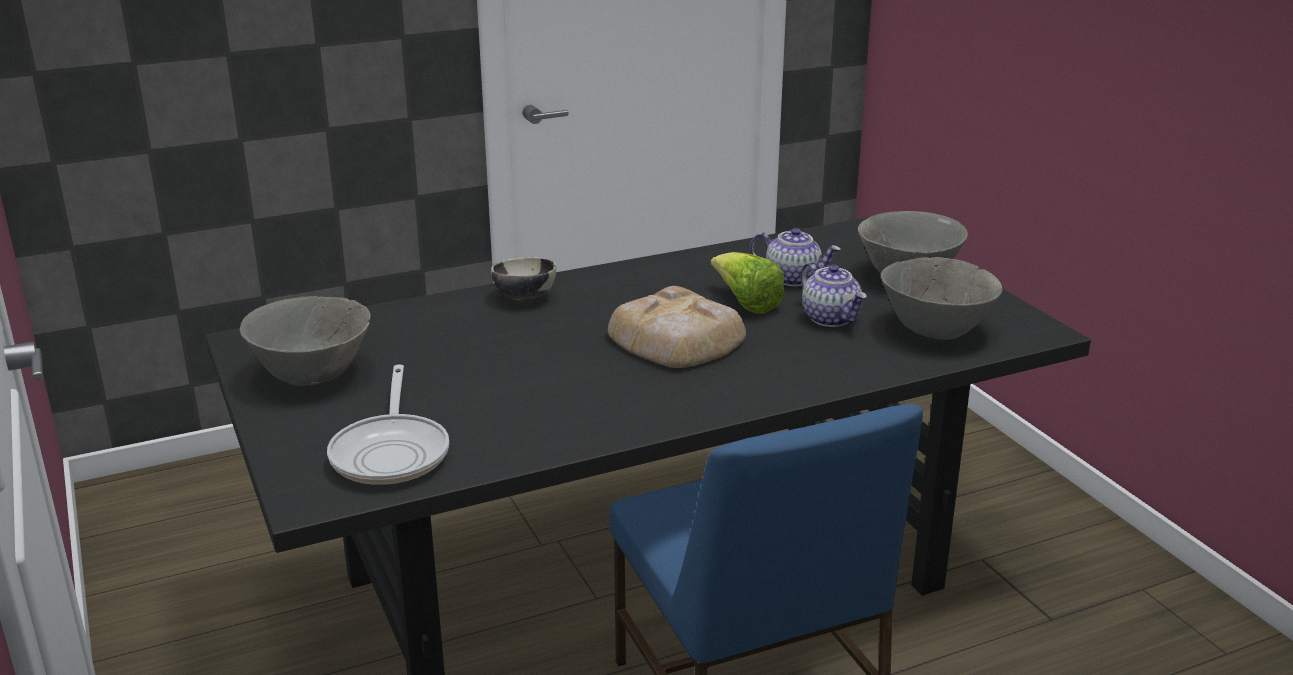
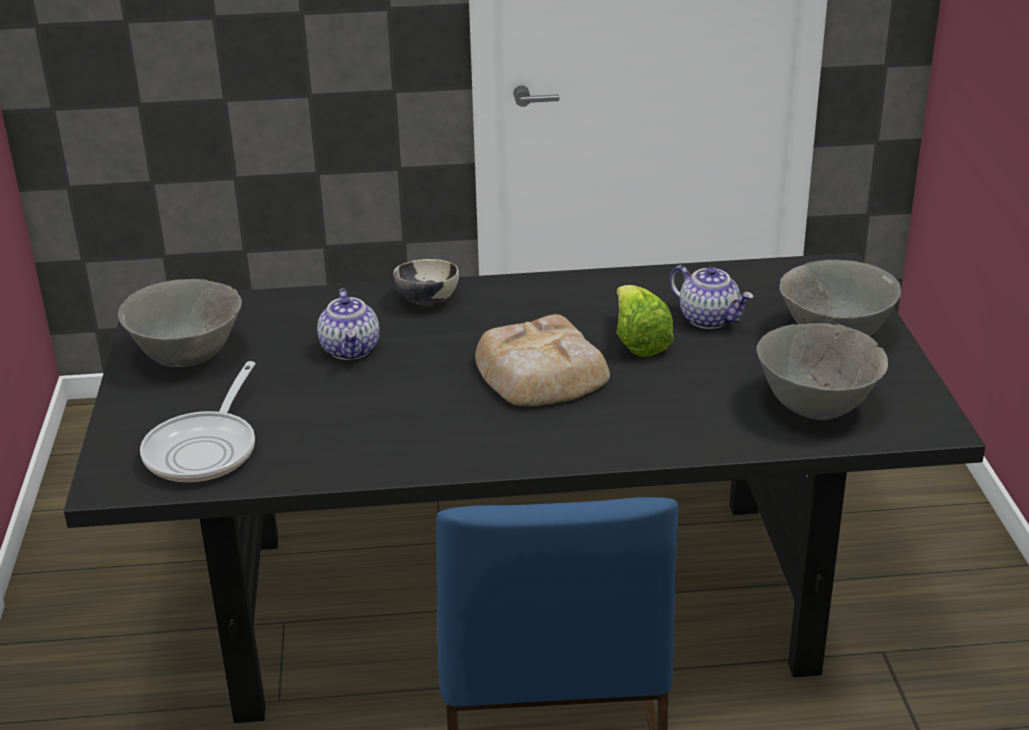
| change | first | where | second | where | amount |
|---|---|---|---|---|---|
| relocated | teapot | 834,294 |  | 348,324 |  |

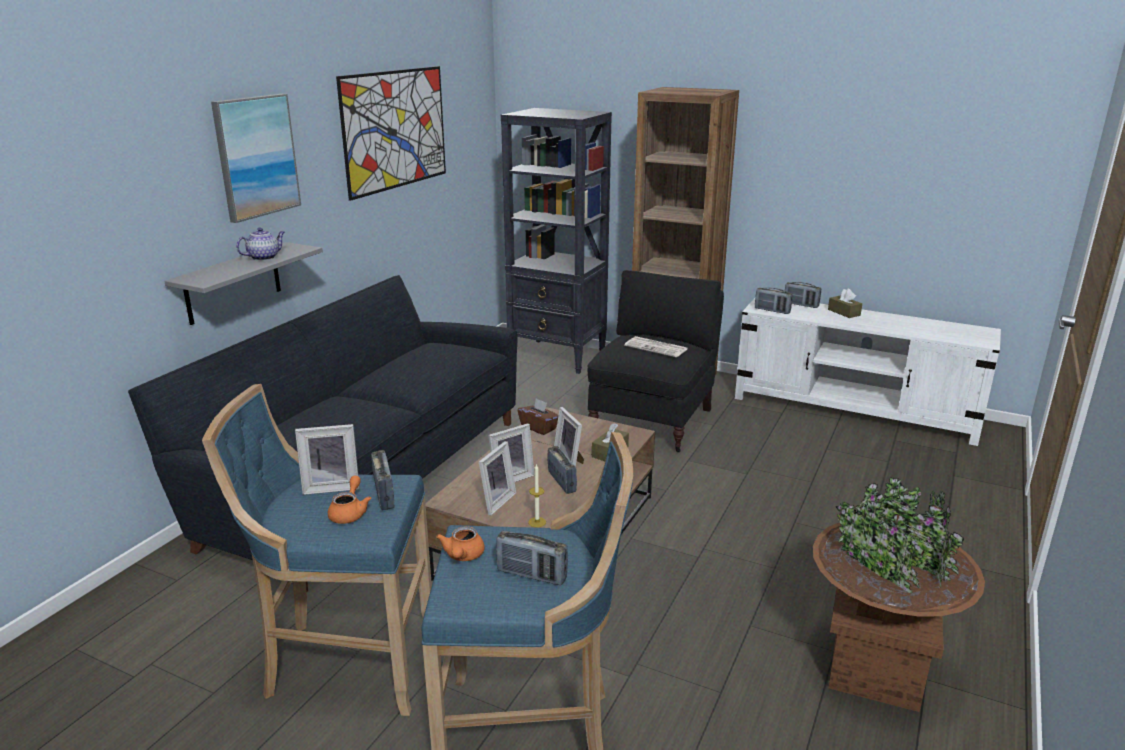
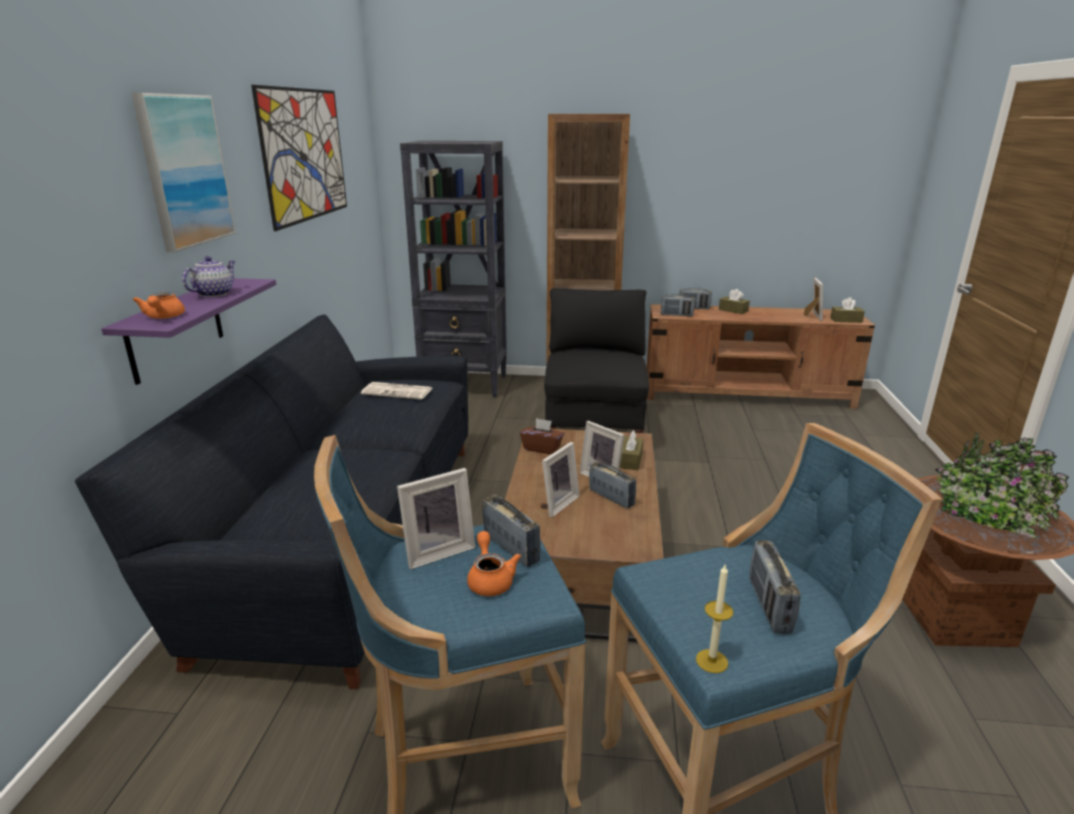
| change | first | where | second | where | amount |
|---|---|---|---|---|---|
| colour | grey shelf | 243,283 | purple shelf | 188,331 |  |
| relocated | orange teapot | 460,543 |  | 158,305 |  |
| relocated | newspaper | 655,346 |  | 397,391 |  |
| colour | white tv stand | 868,372 | brown tv stand | 760,356 |  |
| relocated | candle | 537,495 |  | 714,619 |  |
| spun | radio | 532,558 |  | 775,587 | 90 degrees clockwise |
| relocated | picture frame | 497,478 |  | 813,299 |  |
| appeared |  |  | brown tissue box | 847,310 |  |

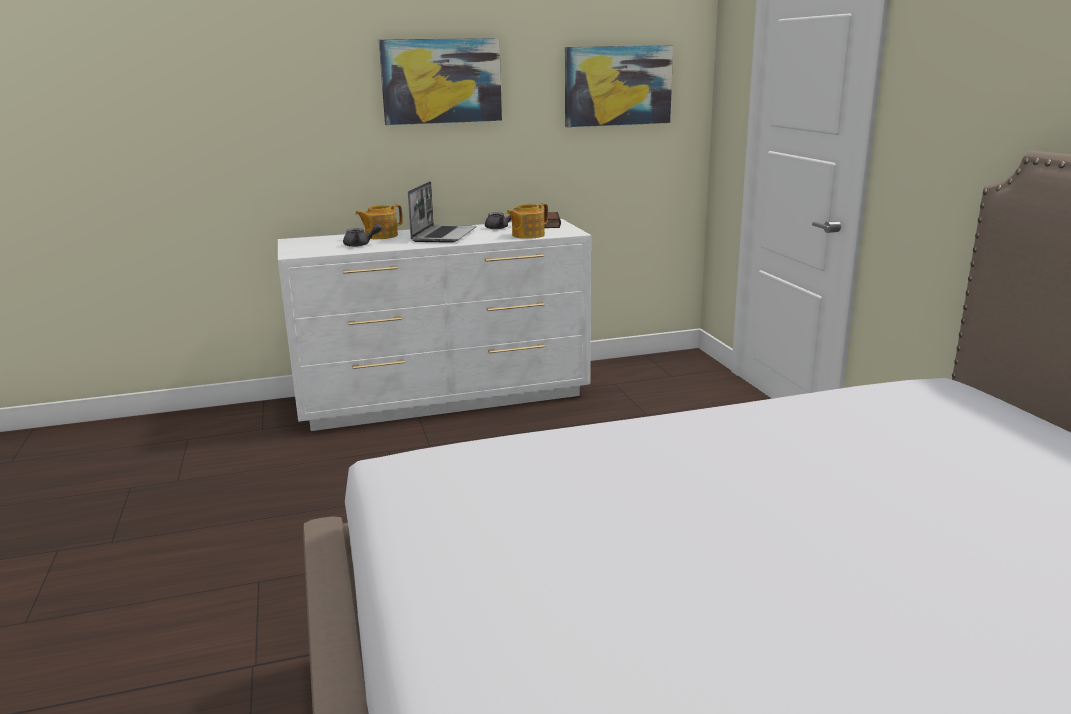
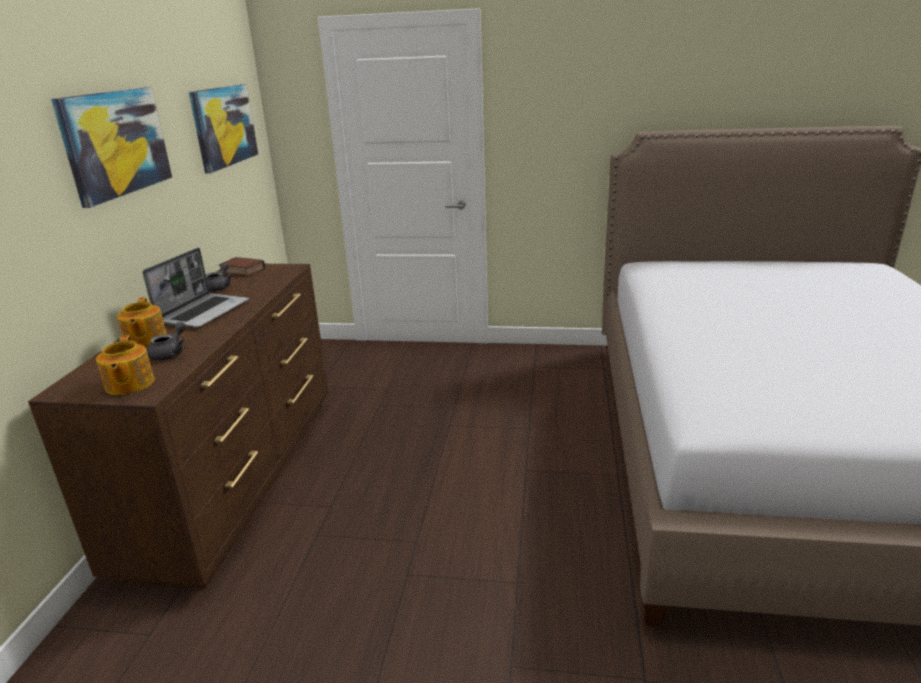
| change | first | where | second | where | amount |
|---|---|---|---|---|---|
| colour | white dresser | 434,325 | brown dresser | 178,426 |  |
| relocated | teapot | 527,221 |  | 125,365 |  |
| spun | laptop | 442,212 |  | 196,288 | 75 degrees clockwise |

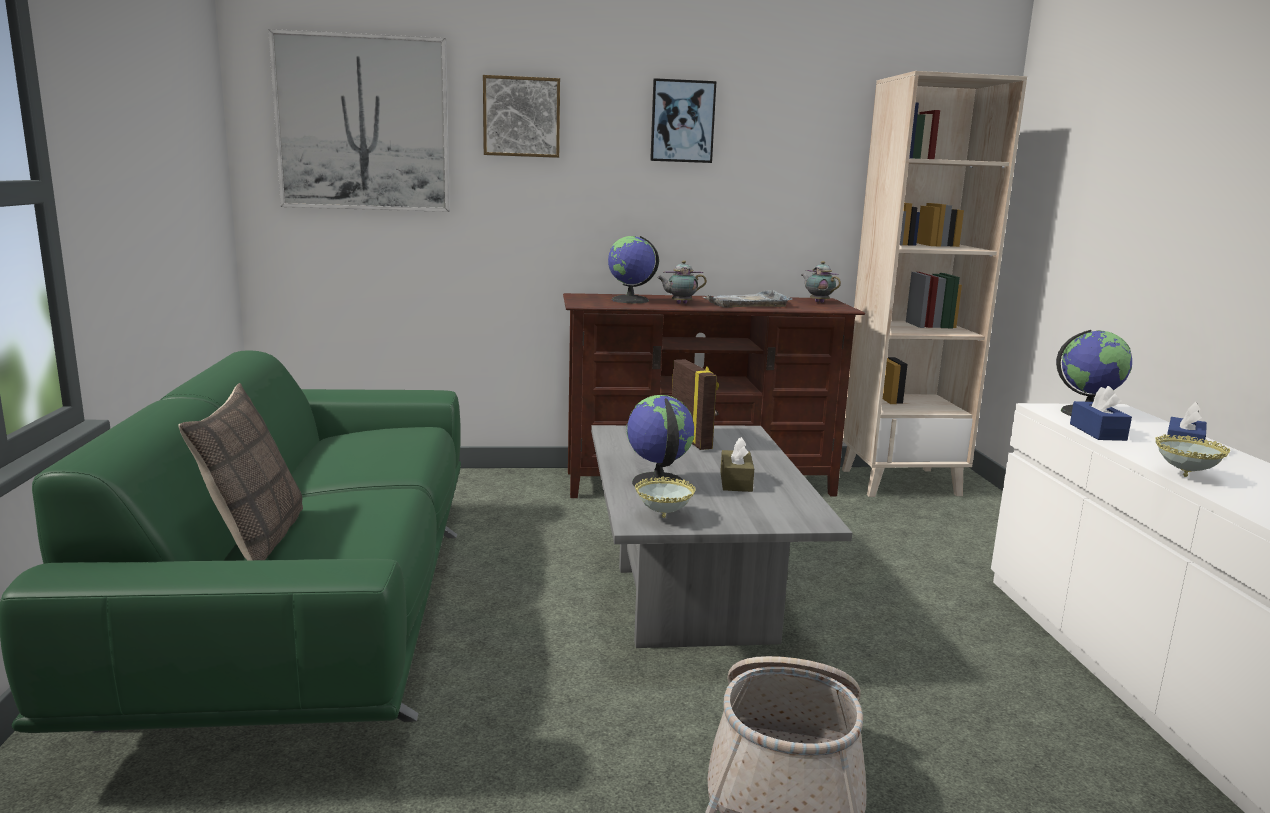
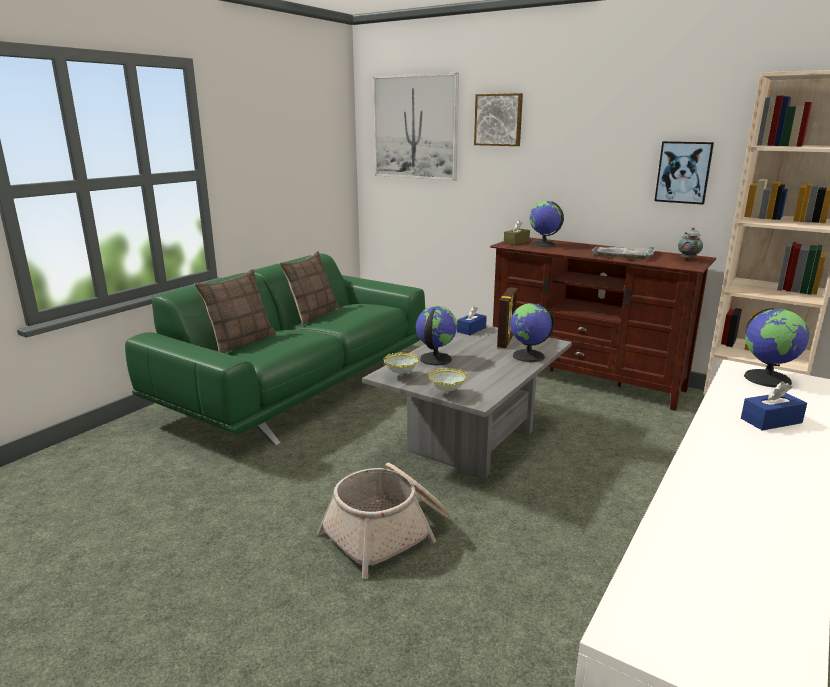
| change | first | where | second | where | amount |
|---|---|---|---|---|---|
| appeared |  |  | pillow | 309,288 |  |
| relocated | bowl | 1192,455 |  | 448,381 |  |
| relocated | blue tissue box | 1101,413 |  | 472,320 |  |
| relocated | brown tissue box | 737,464 |  | 517,232 |  |
| appeared |  |  | globe | 532,332 |  |
| relocated | picture | 683,120 |  | 684,173 |  |
| missing | teapot | 682,282 |  |  |  |

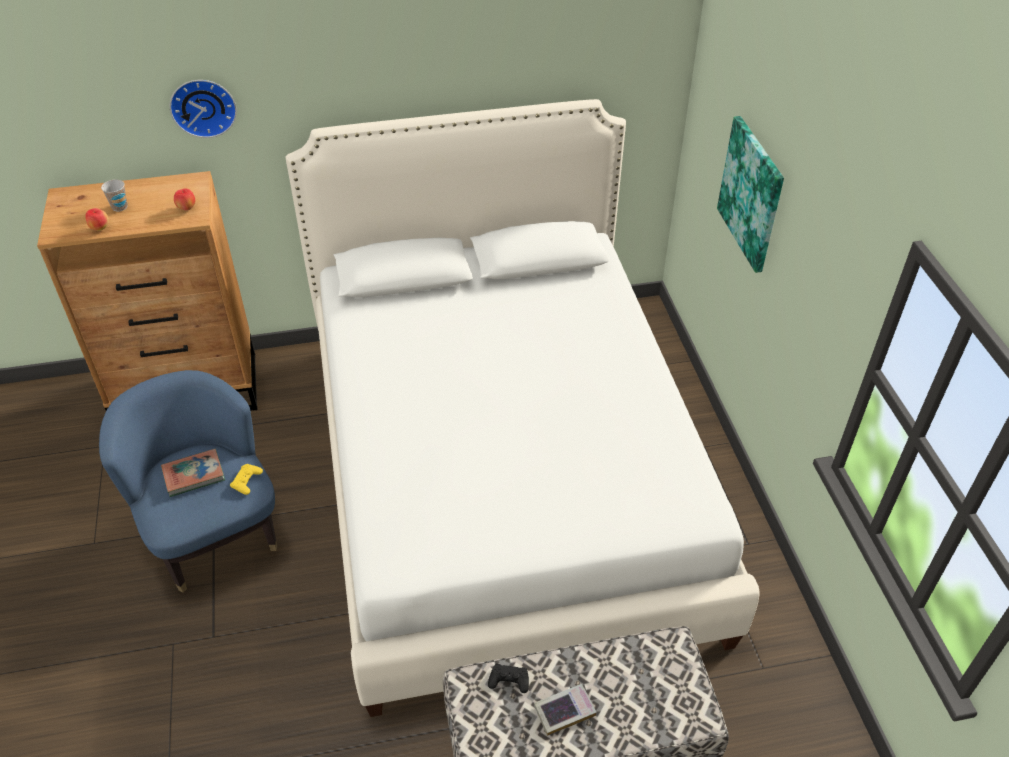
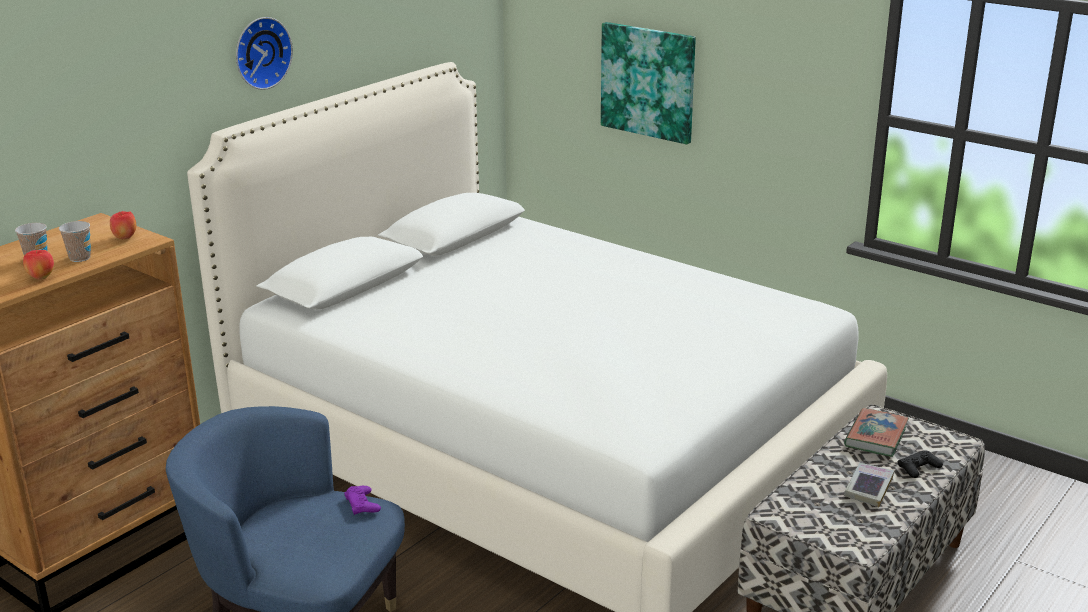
| change | first | where | second | where | amount |
|---|---|---|---|---|---|
| appeared |  |  | cup | 75,241 |  |
| relocated | wall clock | 203,109 |  | 264,53 |  |
| colour | yellow game controller | 246,479 | purple game controller | 362,500 |  |
| relocated | book | 193,472 |  | 876,432 |  |
| relocated | black game controller | 508,678 |  | 920,464 |  |

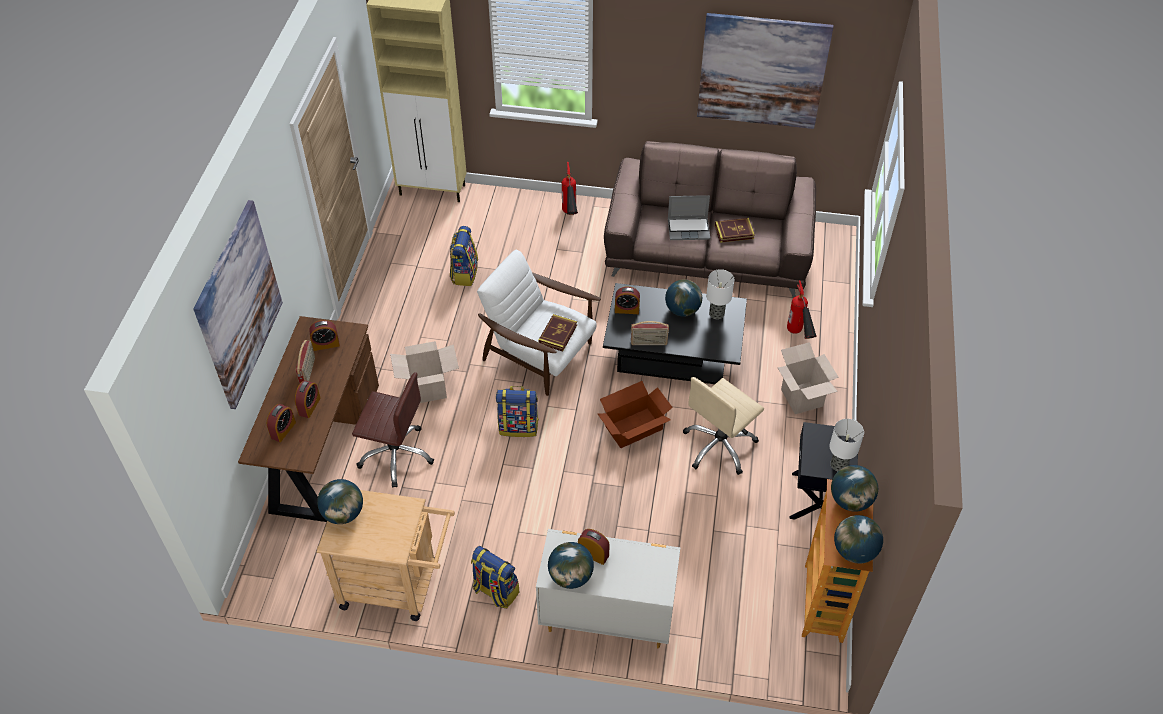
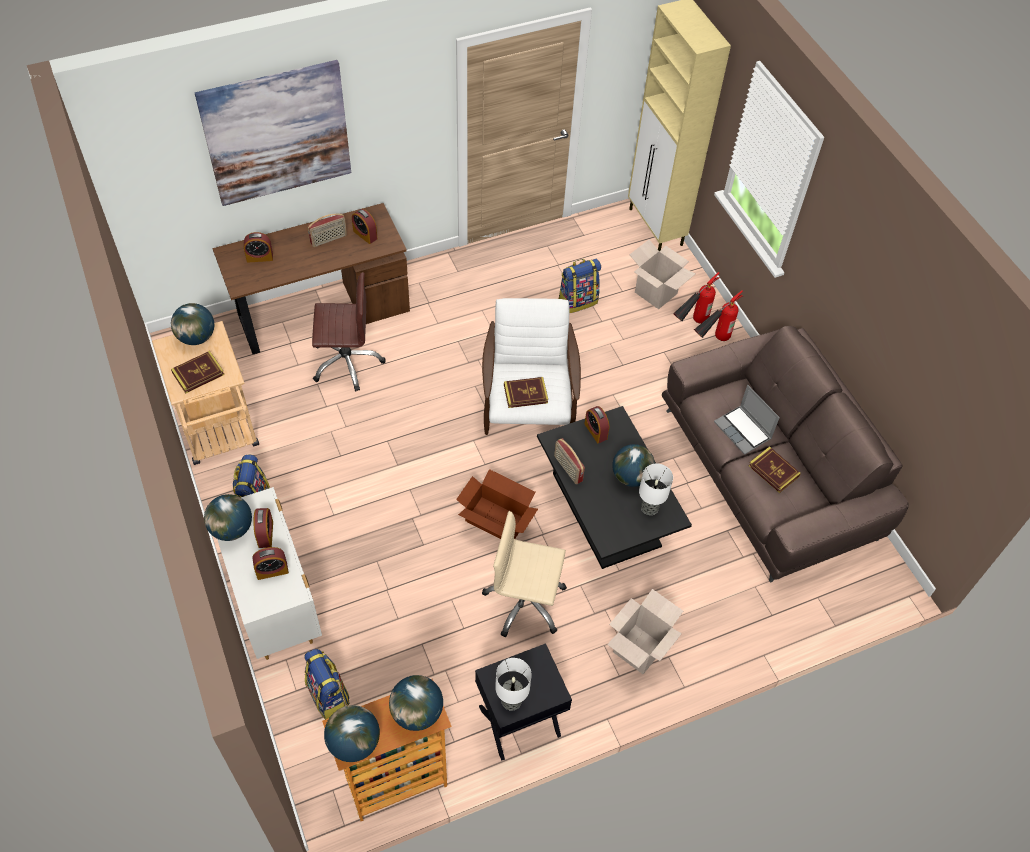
| change | first | where | second | where | amount |
|---|---|---|---|---|---|
| appeared |  |  | book | 197,372 |  |
| relocated | alarm clock | 308,399 |  | 270,563 |  |
| relocated | backpack | 517,411 |  | 327,684 |  |
| spun | brown office chair | 393,430 |  | 349,332 | 75 degrees counterclockwise |
| relocated | cardboard box | 424,372 |  | 662,274 |  |
| relocated | fire extinguisher | 802,309 |  | 696,298 |  |
| missing | picture | 765,71 |  |  |  |

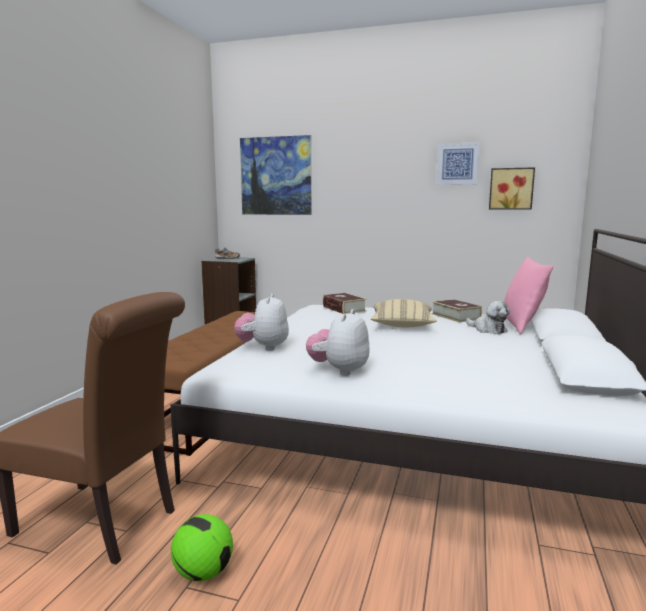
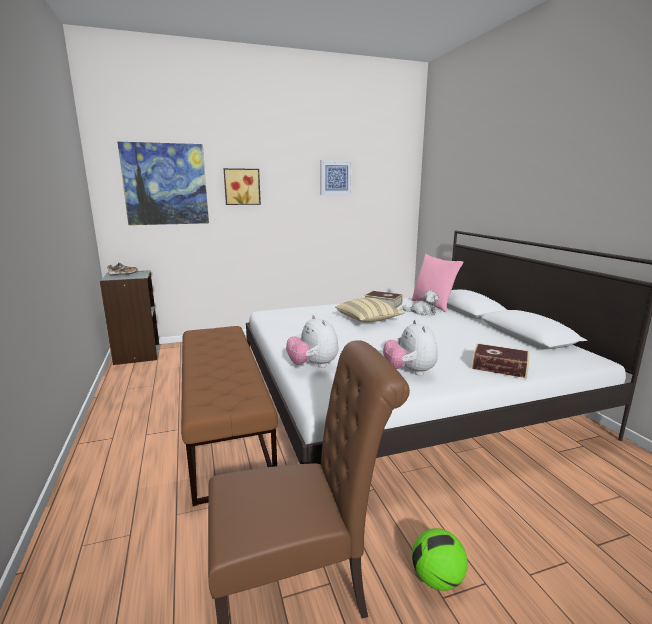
| change | first | where | second | where | amount |
|---|---|---|---|---|---|
| relocated | picture | 512,188 |  | 242,186 |  |
| relocated | book | 345,303 |  | 500,360 |  |

